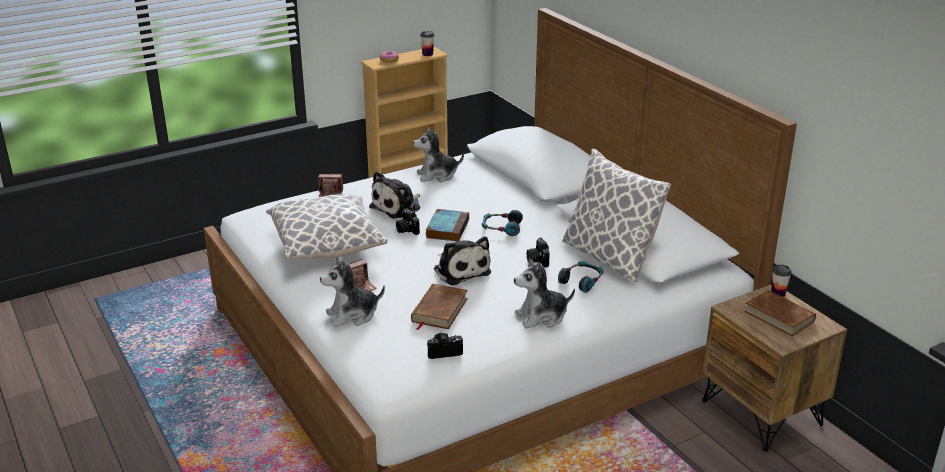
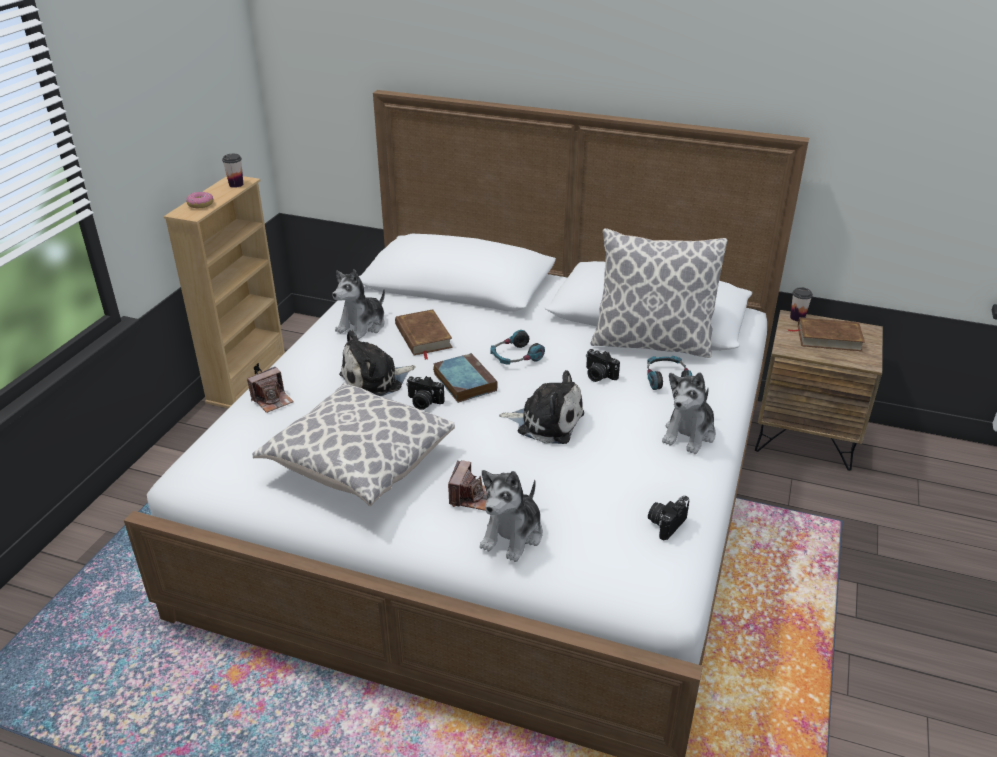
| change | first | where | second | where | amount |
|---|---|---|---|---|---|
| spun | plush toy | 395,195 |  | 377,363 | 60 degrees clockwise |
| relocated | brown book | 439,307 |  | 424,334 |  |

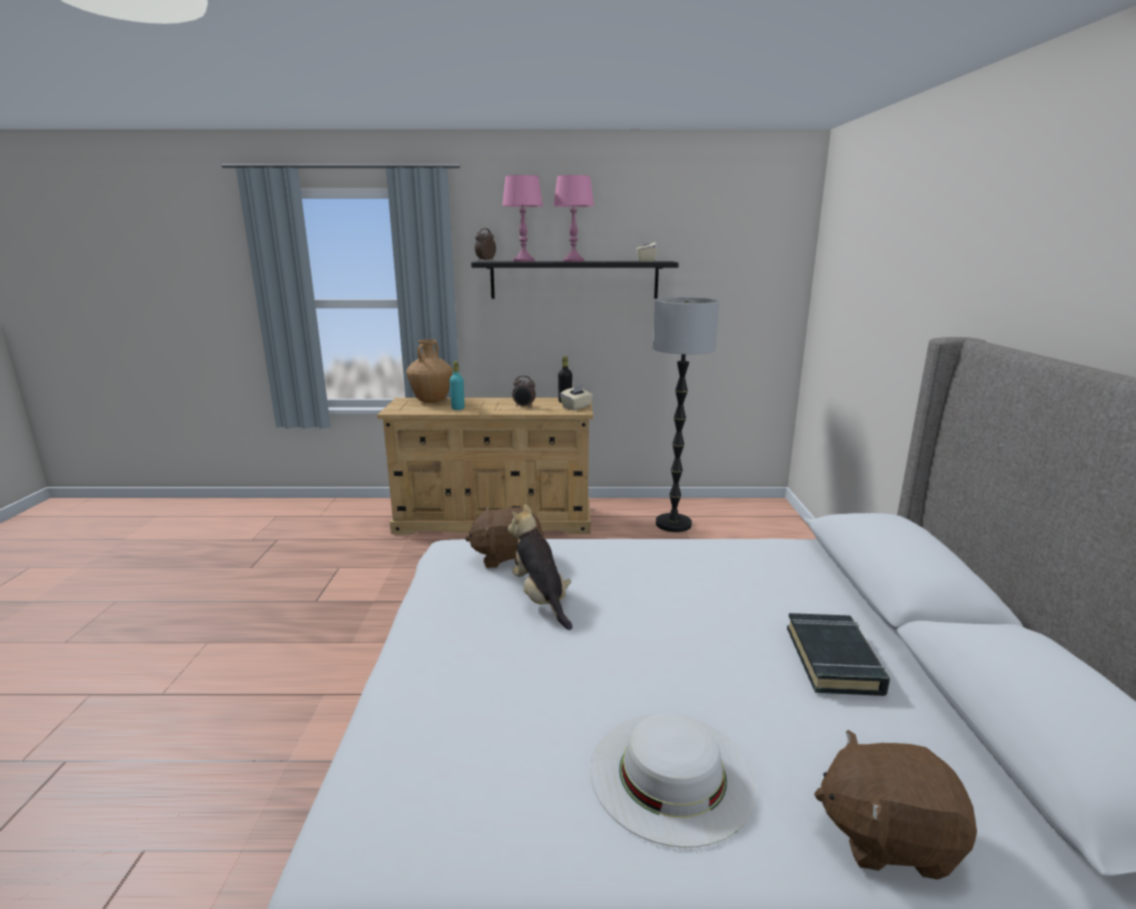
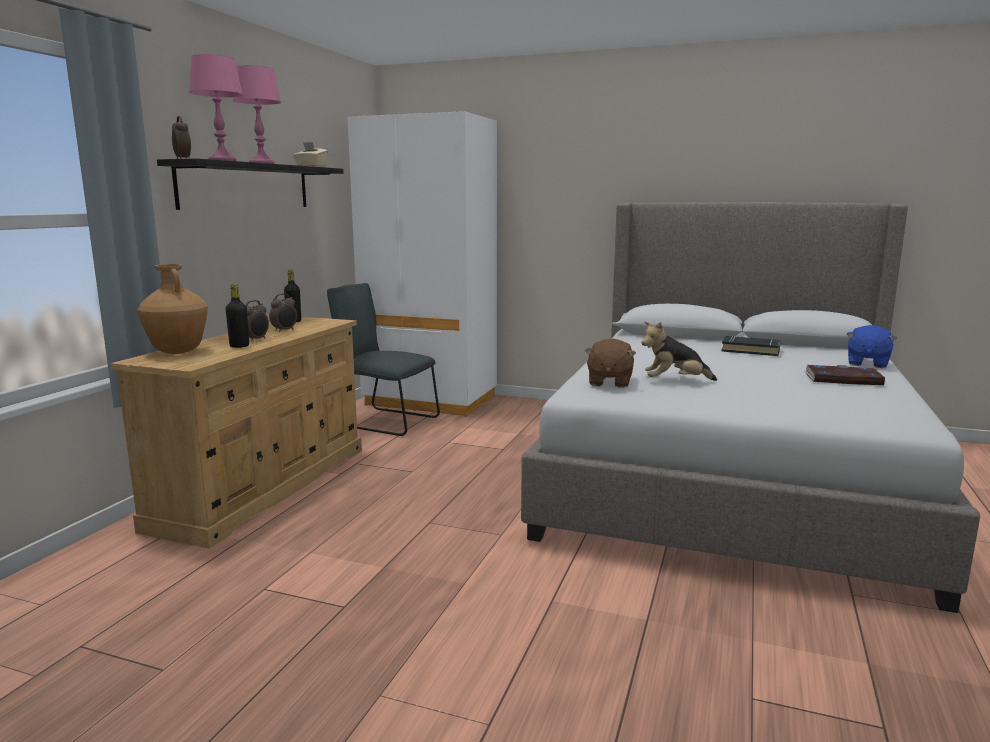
| change | first | where | second | where | amount |
|---|---|---|---|---|---|
| colour | turquoise bottle | 457,385 | black bottle | 237,316 |  |
| appeared |  |  | alarm clock | 257,321 |  |
| exchanged | floor lamp | 686,414 | grey chair | 383,359 |  |
| appeared |  |  | white wardrobe | 422,263 |  |
| exchanged | white hat | 673,780 | book | 845,375 |  |
| colour | brown plush toy | 895,804 | blue plush toy | 872,346 |  |
| missing | beige tissue box | 576,397 |  |  |  |

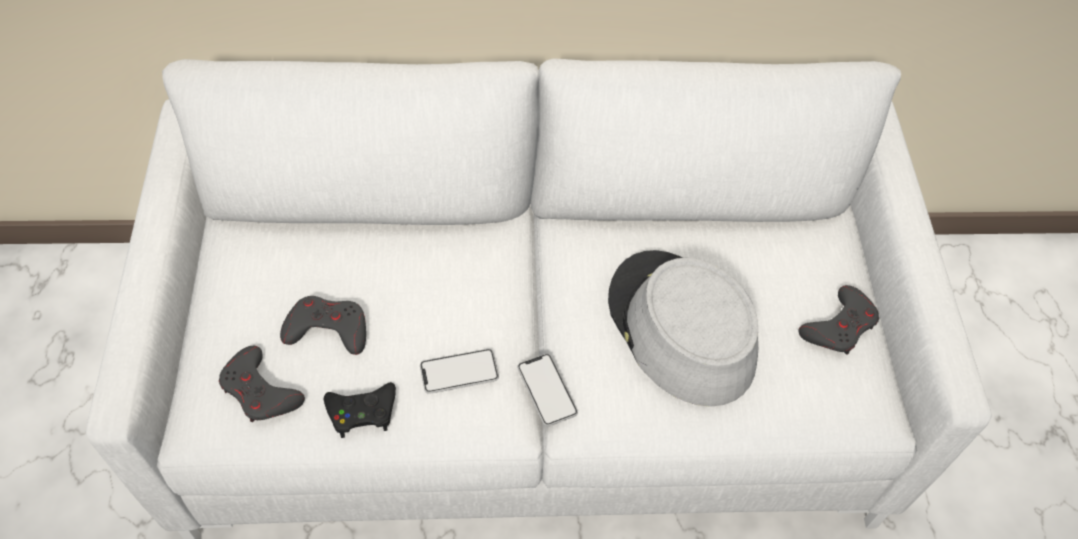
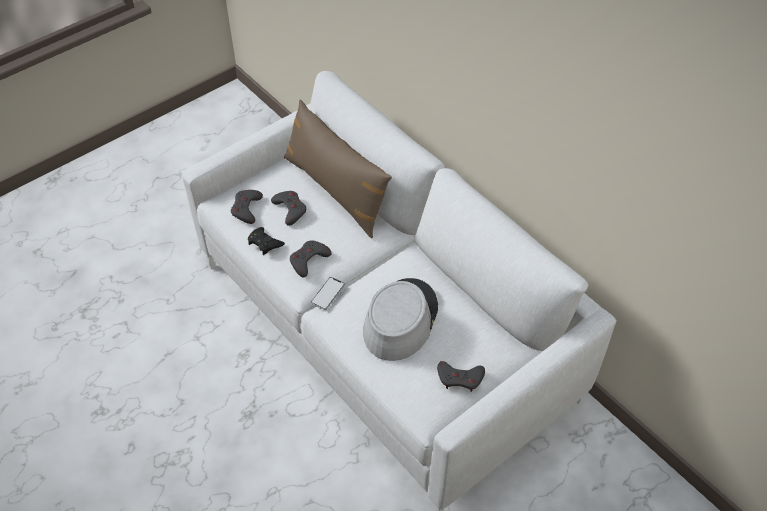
| change | first | where | second | where | amount |
|---|---|---|---|---|---|
| appeared |  |  | brown pillow | 338,169 |  |
| exchanged | phone | 459,371 | grey game controller | 311,258 |  |

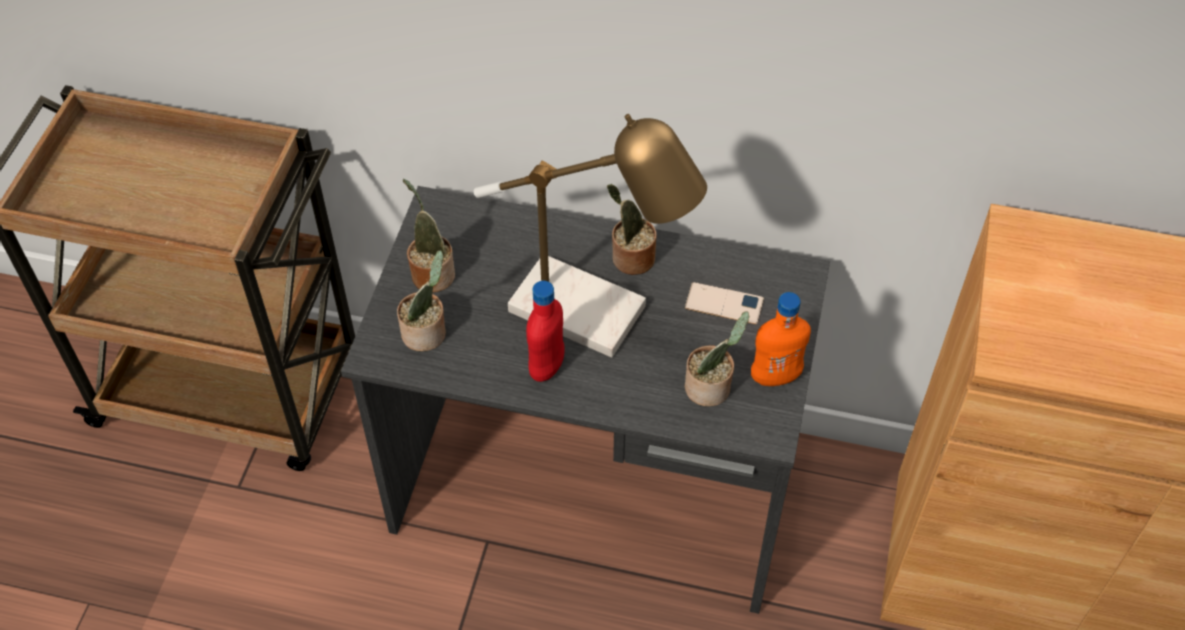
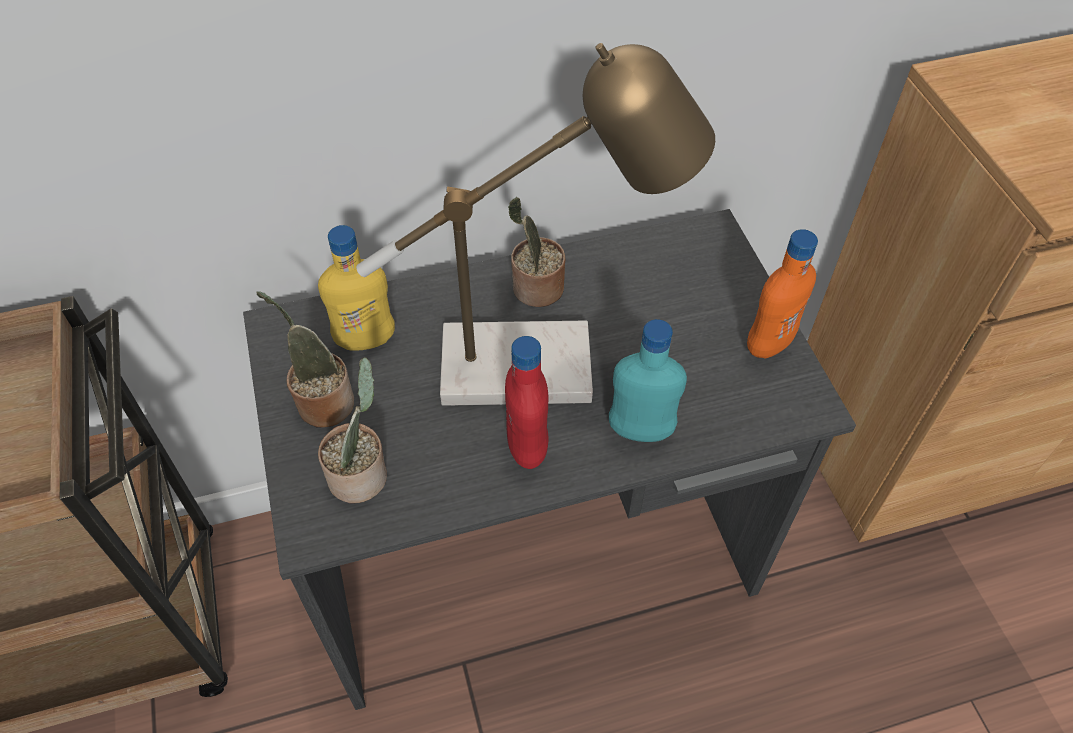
| change | first | where | second | where | amount |
|---|---|---|---|---|---|
| appeared |  |  | yellow bottle | 356,288 |  |
| appeared |  |  | turquoise bottle | 648,380 |  |
| missing | phone | 724,303 |  |  |  |
| missing | potted plant | 717,359 |  |  |  |

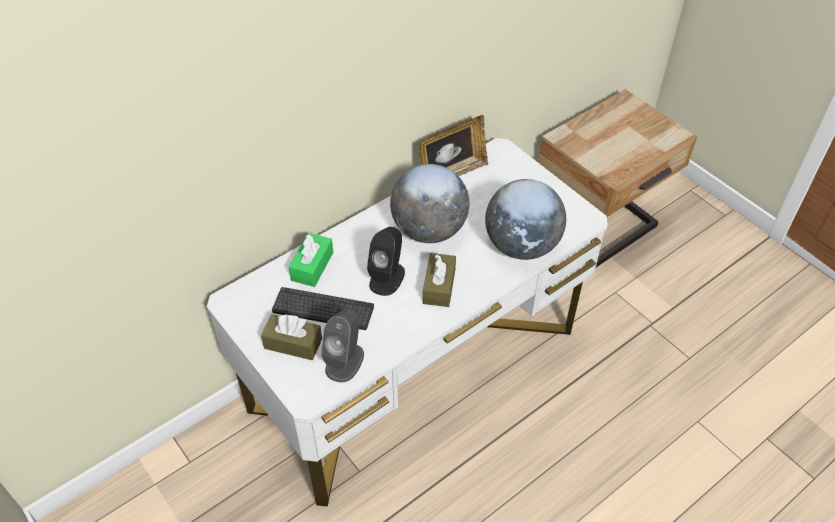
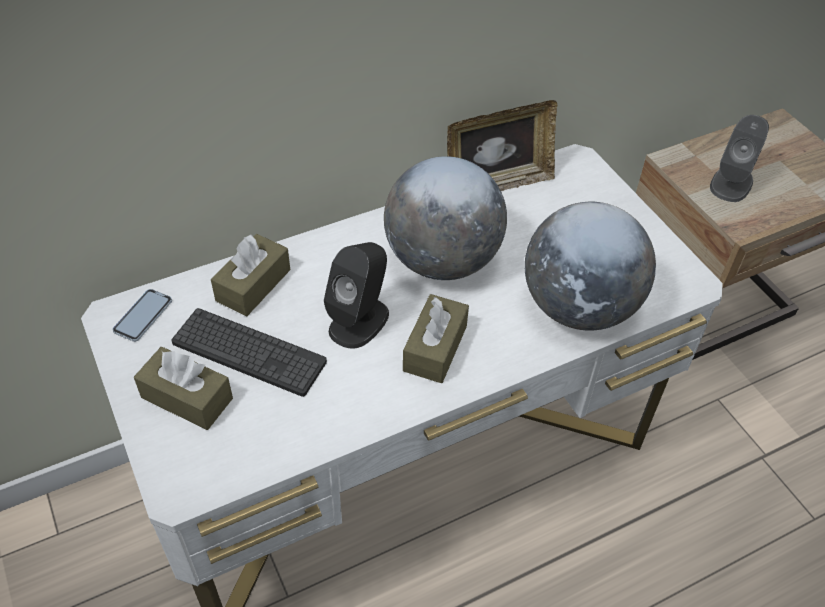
| change | first | where | second | where | amount |
|---|---|---|---|---|---|
| appeared |  |  | phone | 142,315 |  |
| colour | green tissue box | 311,260 | brown tissue box | 250,275 |  |
| relocated | grey speaker | 342,345 |  | 739,158 |  |

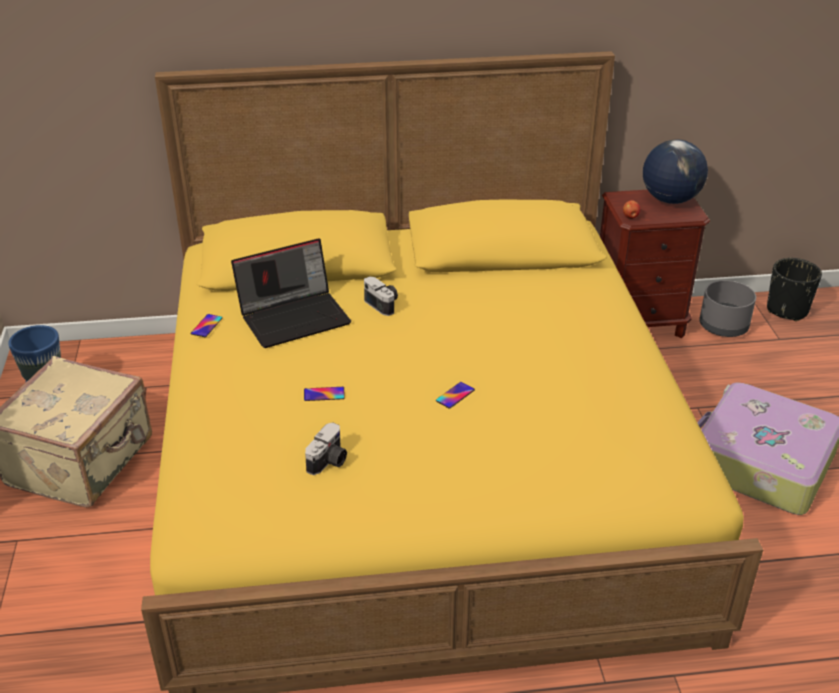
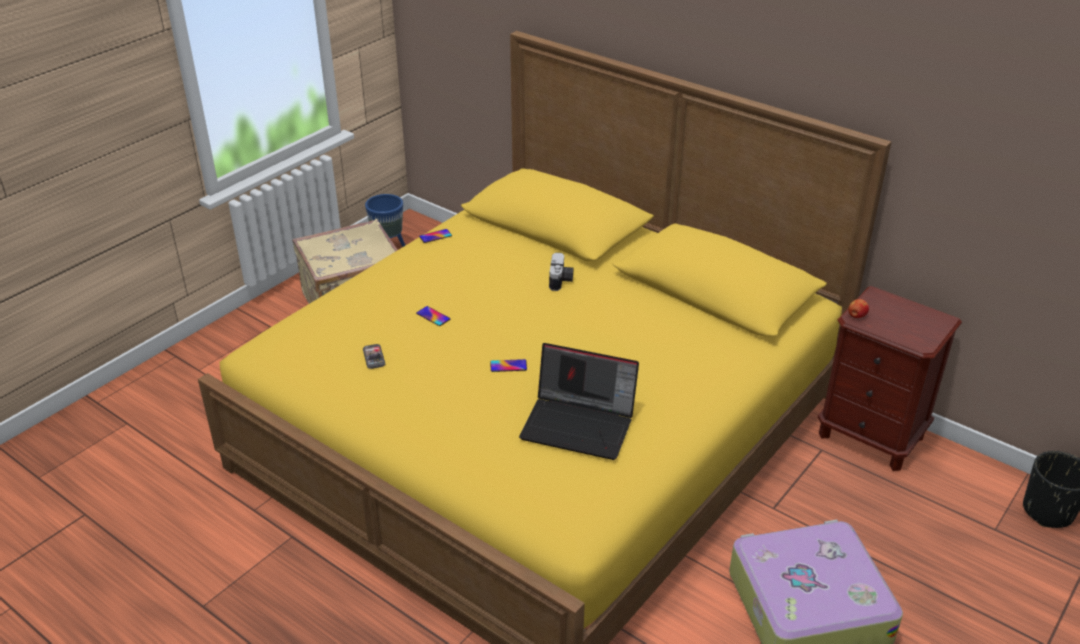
| change | first | where | second | where | amount |
|---|---|---|---|---|---|
| exchanged | photo camera | 326,448 | phone | 374,356 |  |
| relocated | laptop | 291,293 |  | 579,401 |  |
| missing | globe | 675,171 |  |  |  |
| missing | grey planter | 727,308 |  |  |  |

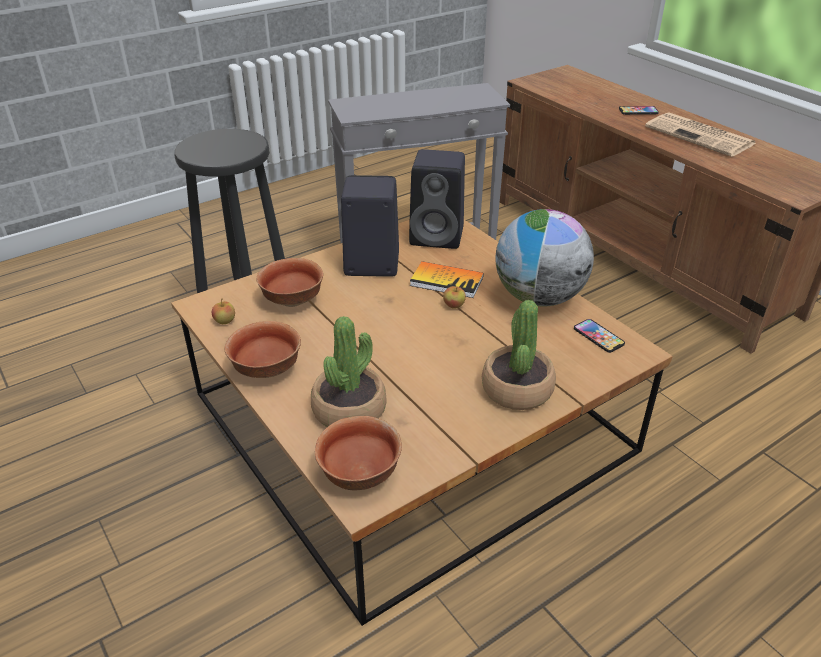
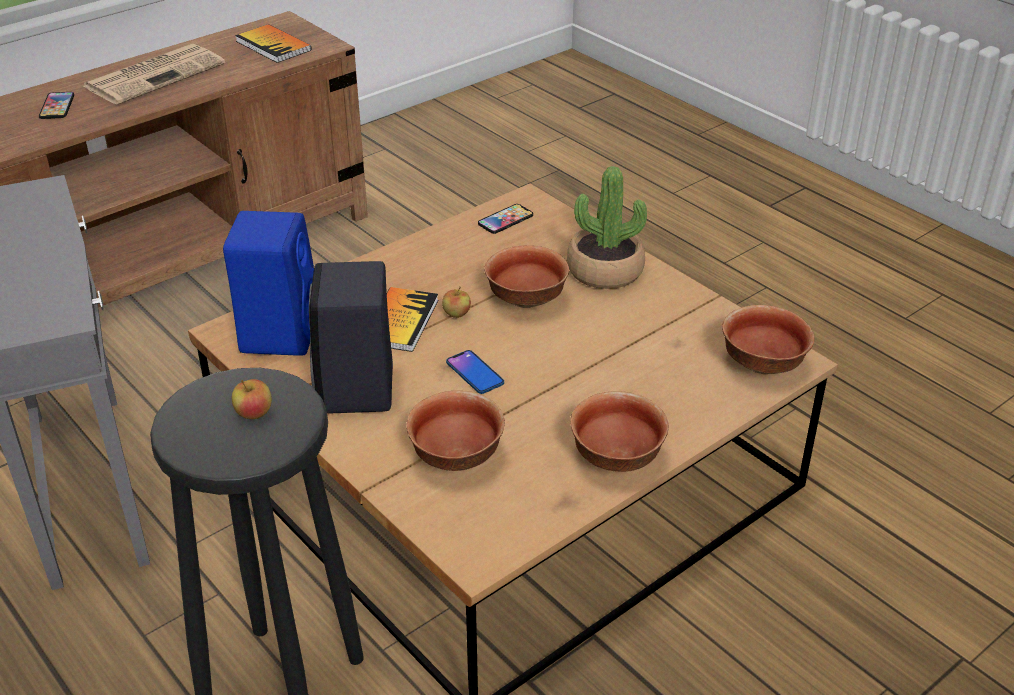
| change | first | where | second | where | amount |
|---|---|---|---|---|---|
| colour | black speaker | 437,199 | blue speaker | 268,283 |  |
| relocated | apple | 223,311 |  | 252,399 |  |
| appeared |  |  | book | 273,43 |  |
| appeared |  |  | phone | 475,372 |  |
| appeared |  |  | bowl | 526,276 |  |
| missing | potted plant | 349,371 |  |  |  |
| missing | globe | 544,257 |  |  |  |

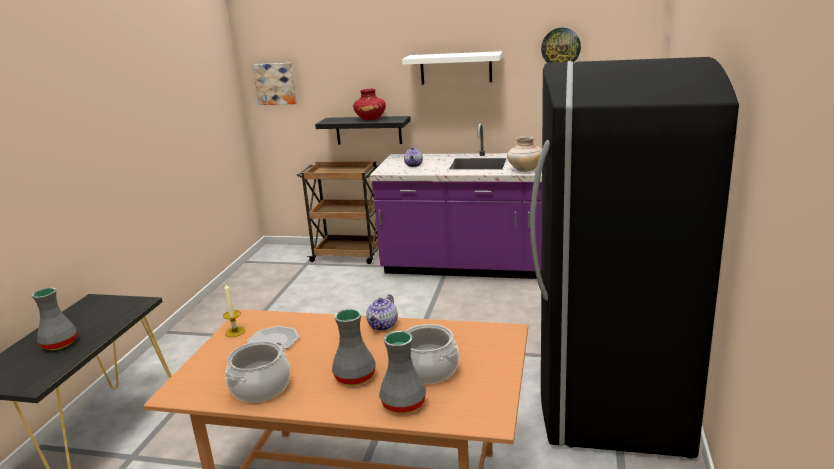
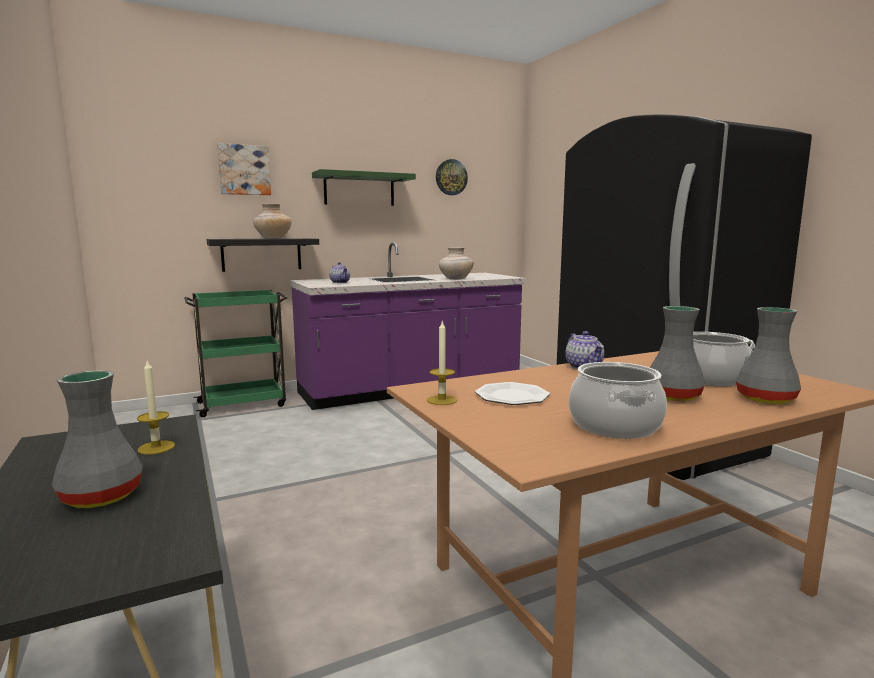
| change | first | where | second | where | amount |
|---|---|---|---|---|---|
| appeared |  |  | candle | 156,408 |  |
| colour | brown cart | 338,212 | green cart | 235,353 |  |
| relocated | picture | 275,84 |  | 244,169 |  |
| colour | red vase | 369,104 | beige vase | 272,221 |  |
| colour | white shelf | 452,67 | green shelf | 364,187 |  |

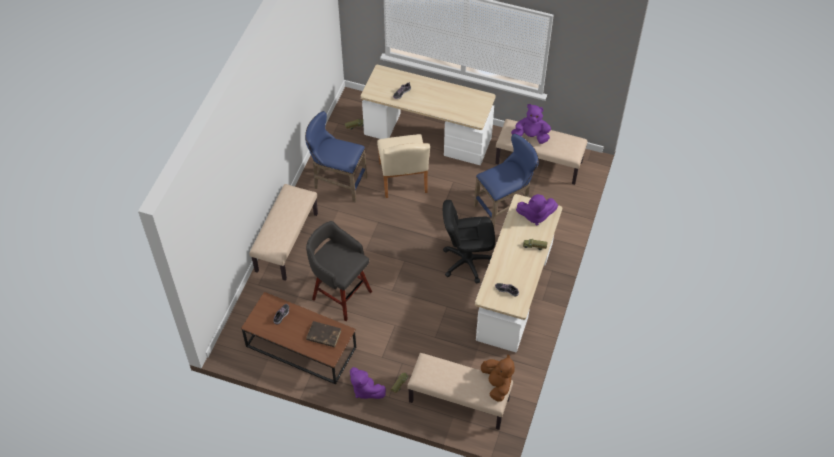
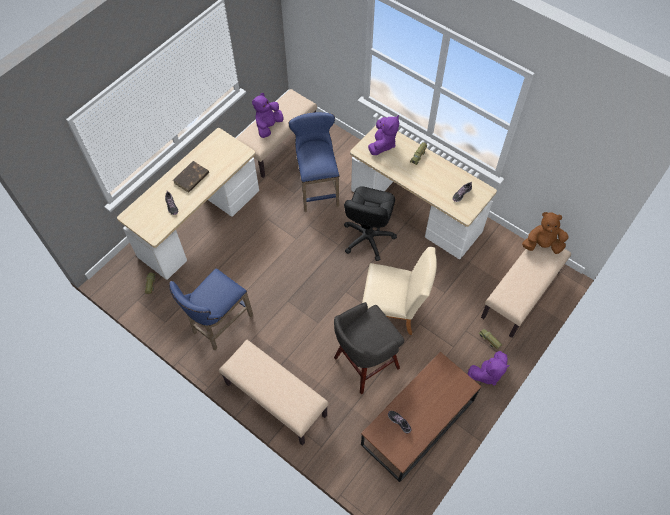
| change | first | where | second | where | amount |
|---|---|---|---|---|---|
| relocated | brown book | 323,334 |  | 191,177 |  |
| relocated | beige chair | 403,166 |  | 399,291 |  |

